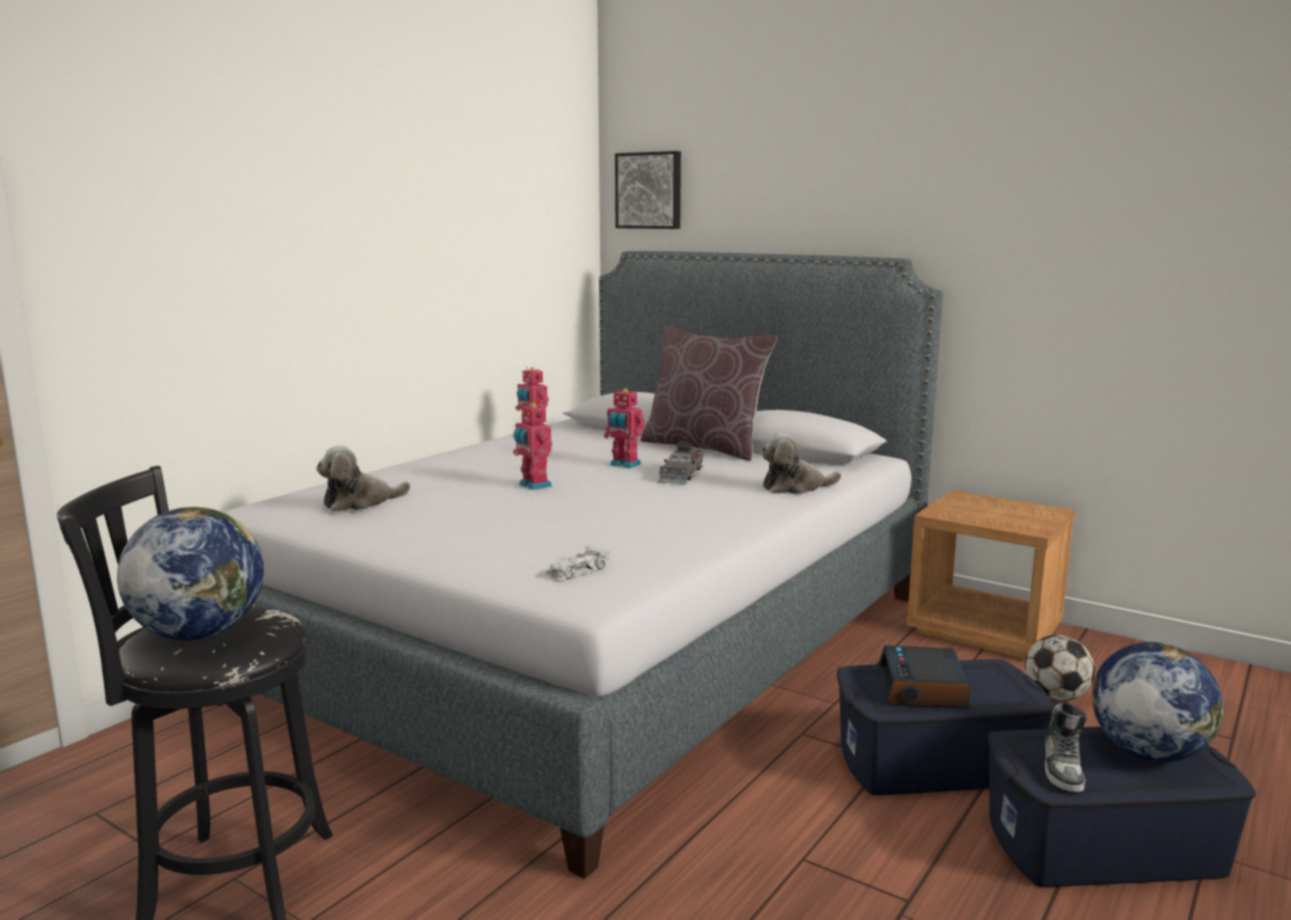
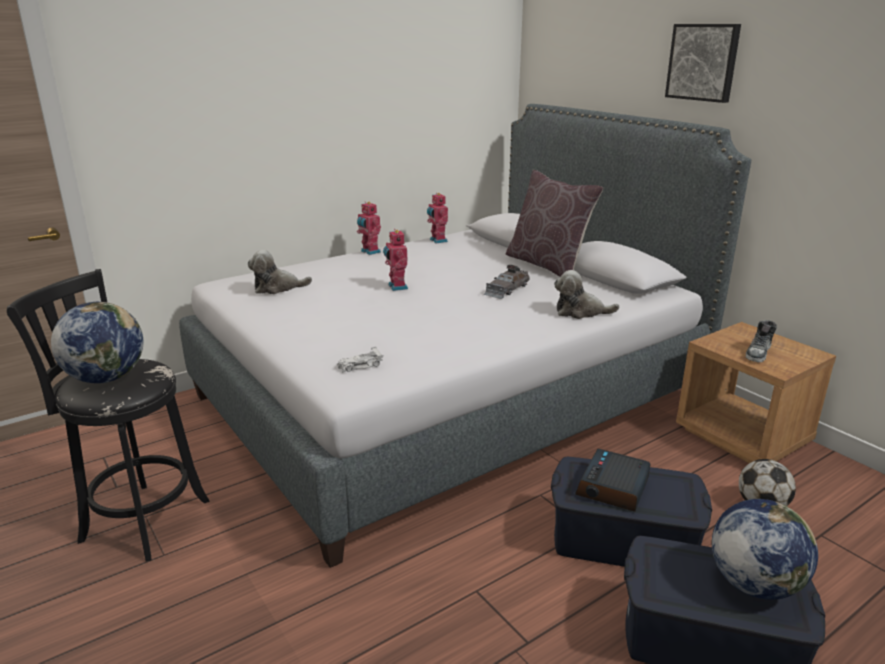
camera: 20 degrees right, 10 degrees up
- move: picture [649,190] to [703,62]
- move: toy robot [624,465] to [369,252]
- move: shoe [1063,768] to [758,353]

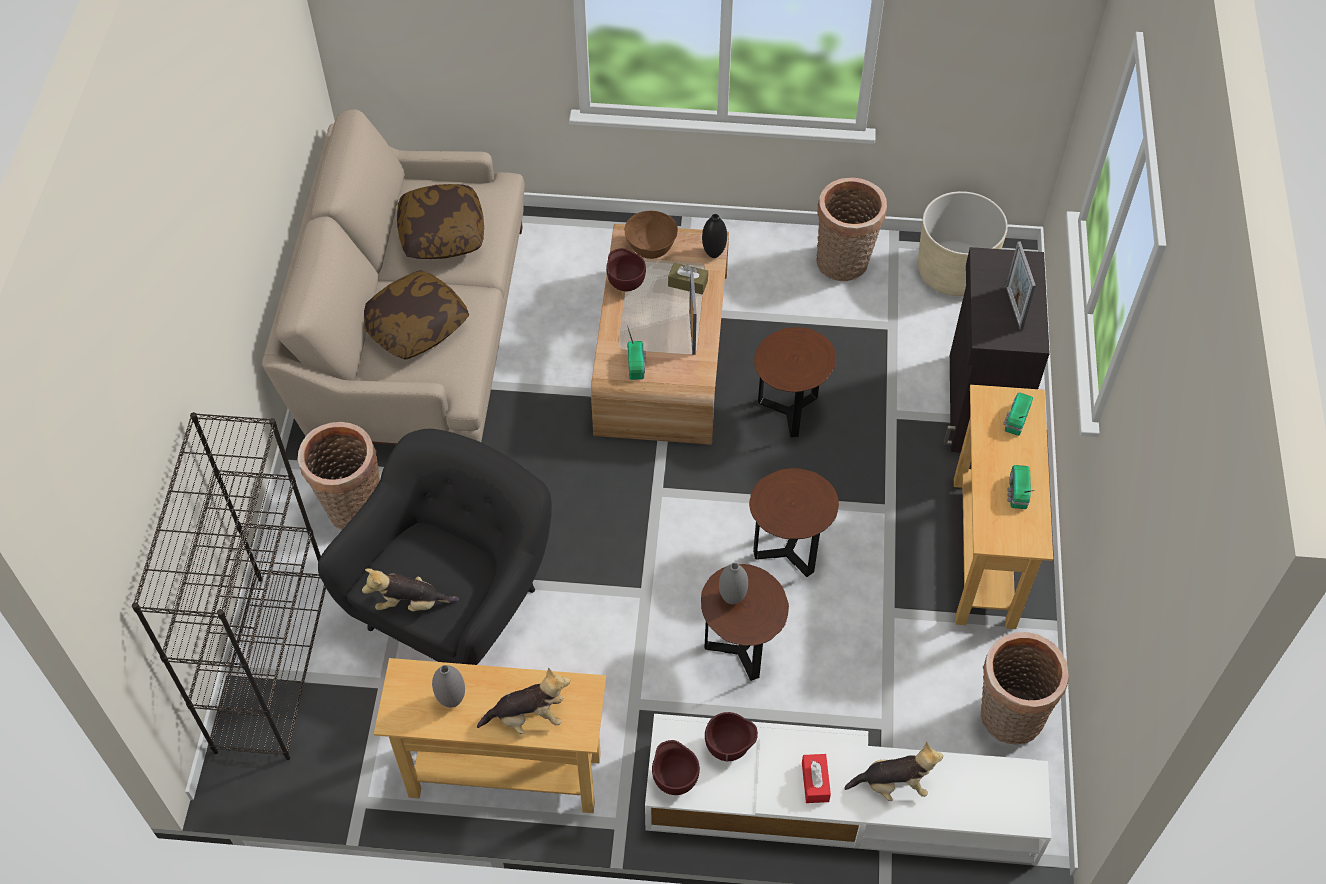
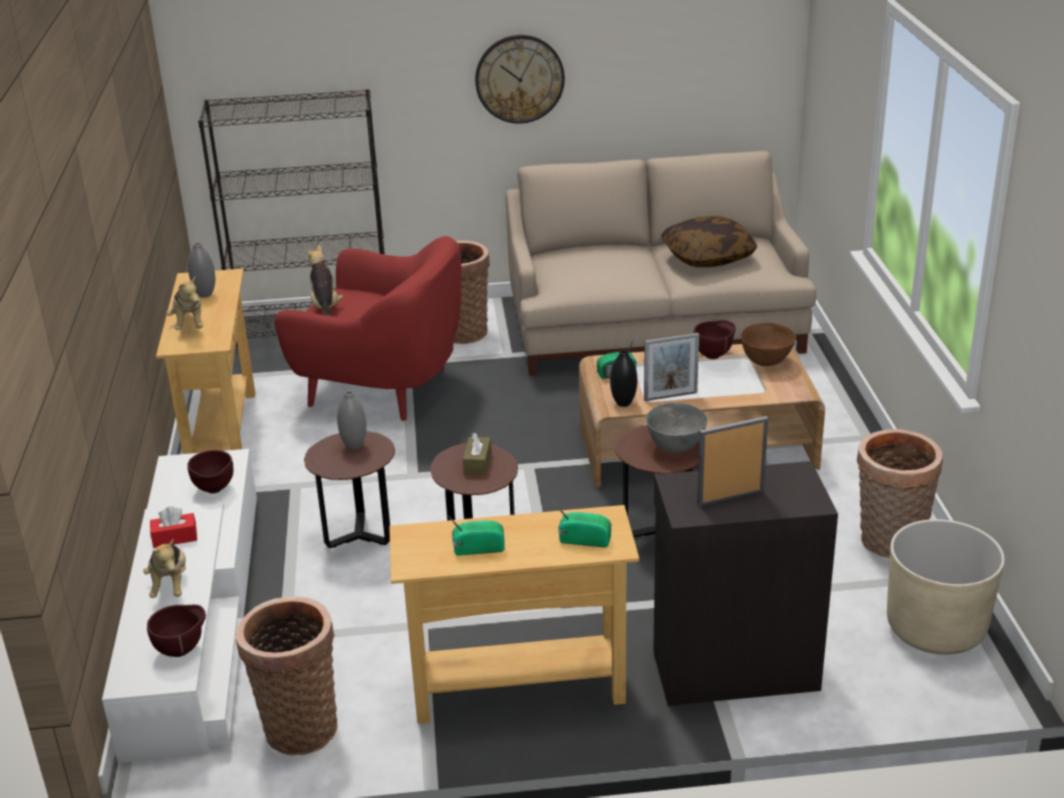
camera: 80 degrees right, 25 degrees down
- move: vase/black [713,253] to [623,403]
- move: tissue box/brown [688,283] to [477,463]
- delete: pillow [415,326]
- recolor: armchair/black [455,603] to armchair/red [382,387]
- move: bowl/brown [674,778] to [182,650]
- insert: wall clock [519,79]
- insert: bowl/grey [675,447]

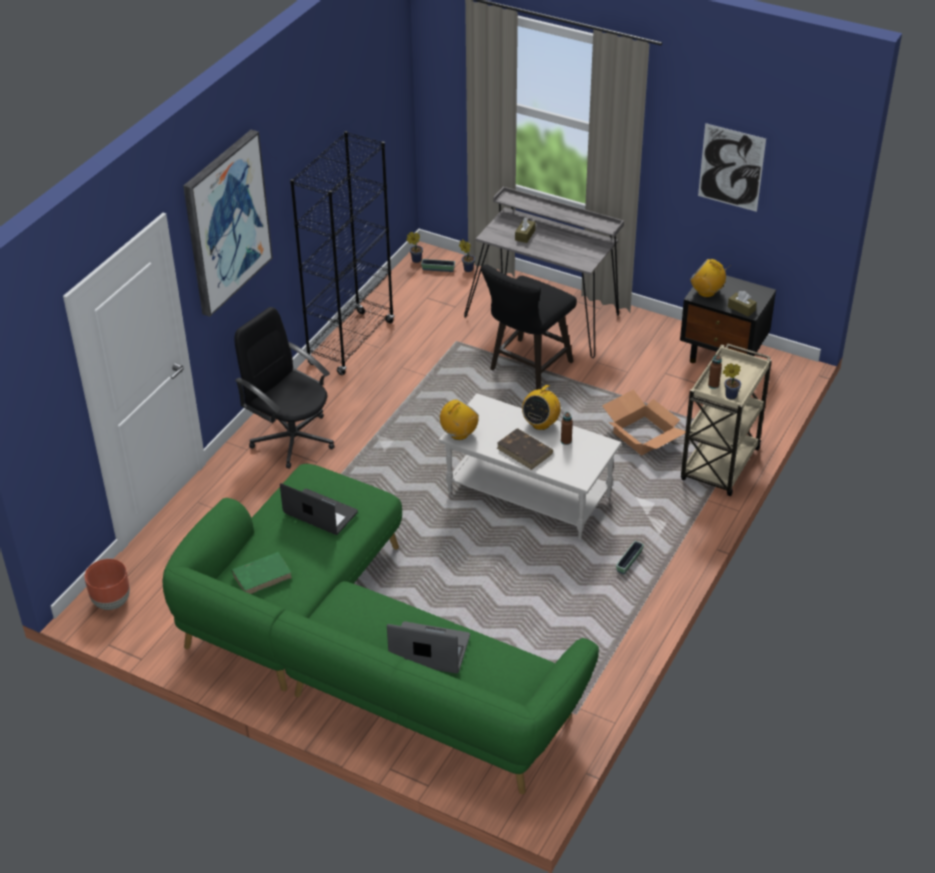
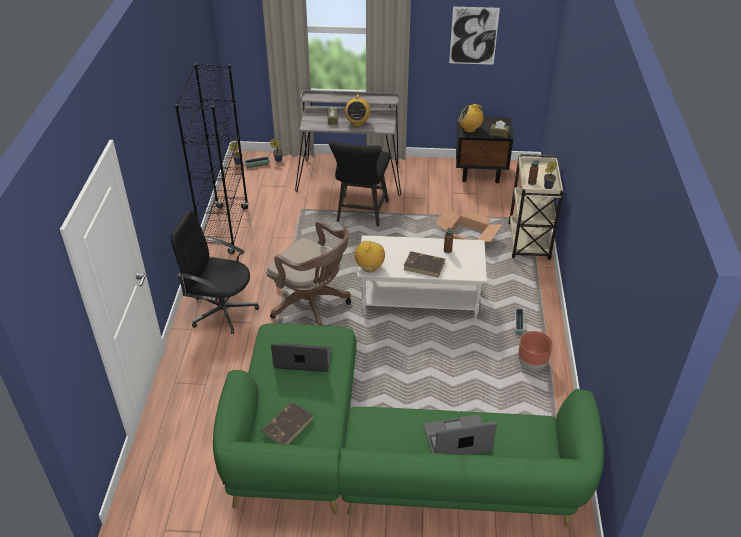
camera: 25 degrees left, 0 degrees up
- delete: picture [226,222]
- move: radio [540,423] to [357,122]
- recolor: book/green [262,575] to book/brown [288,425]
- move: planter/brown [111,602] to [532,364]
- insert: office chair/brown [312,304]

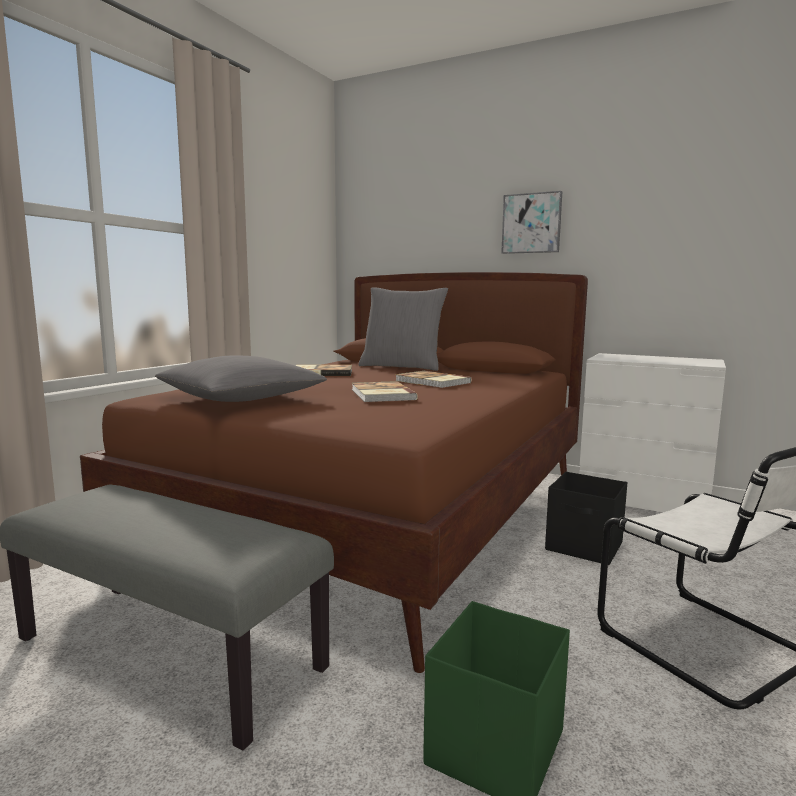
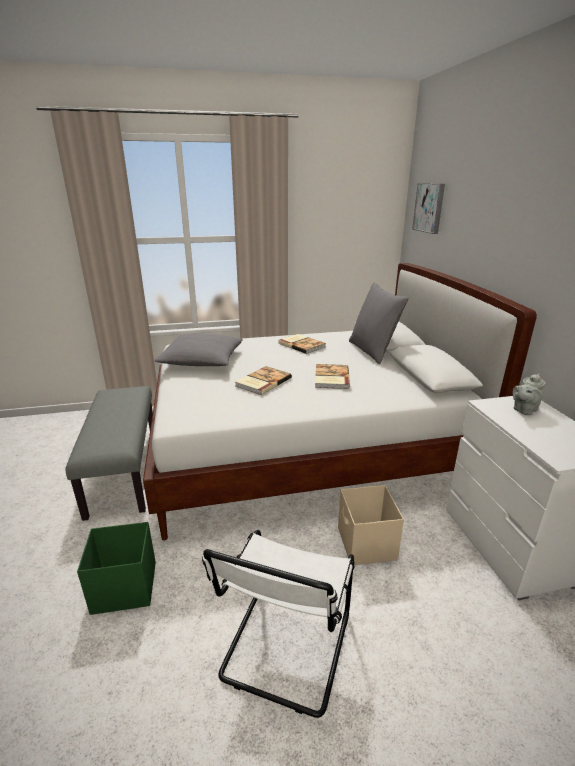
camera: 50 degrees right, 15 degrees up
- move: picture [531,223] to [429,208]
- recolor: bed/brown [380,513] to bed/white [305,448]
- recolor: storage box/black [585,547] to storage box/beige [366,544]
- insert: teapot/grey [523,410]

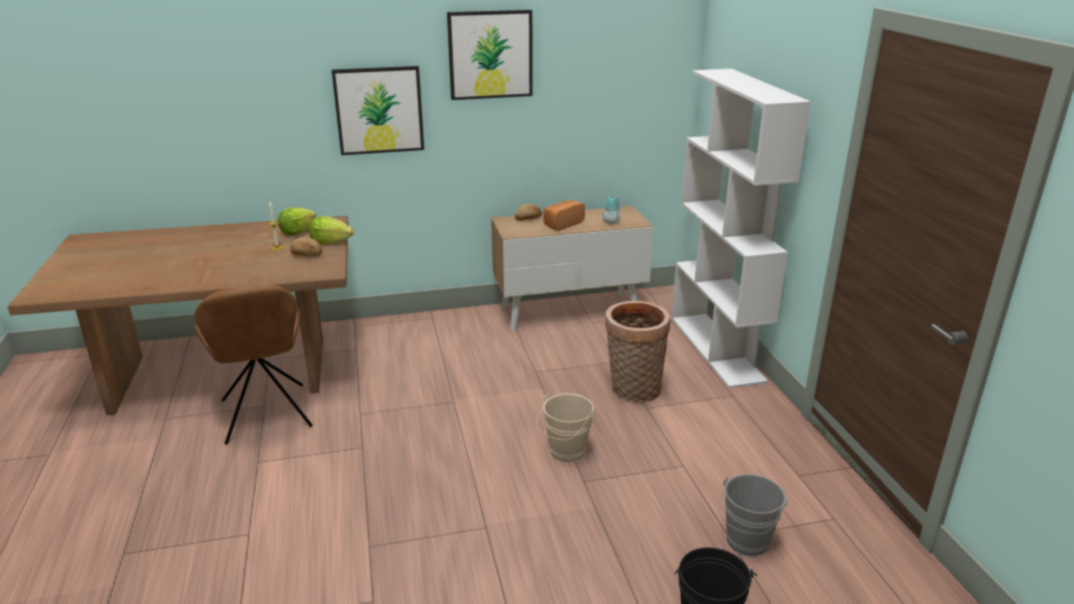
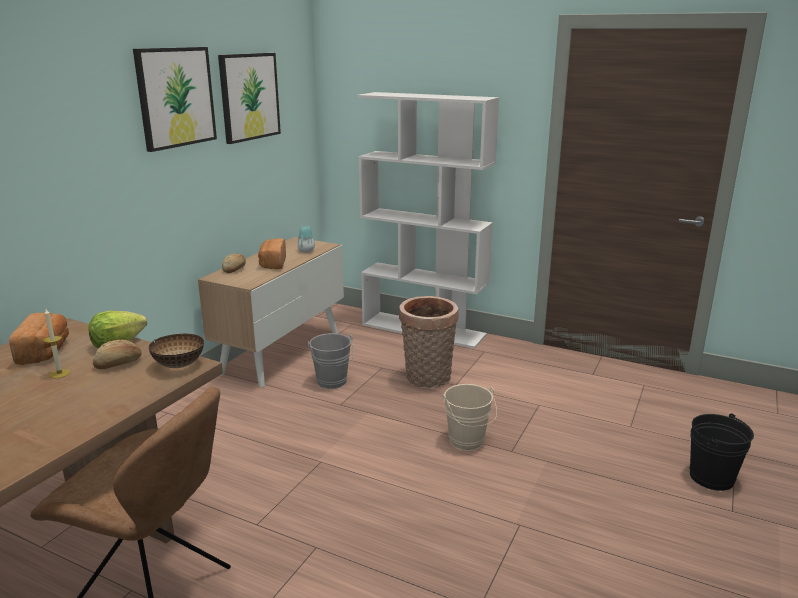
camera: 50 degrees left, 5 degrees down
- move: picture [379,110] to [249,97]
- replace: lettuce [297,232] to bread [45,352]
- move: bucket/grey [745,544] to [332,383]
- insert: bowl [180,365]

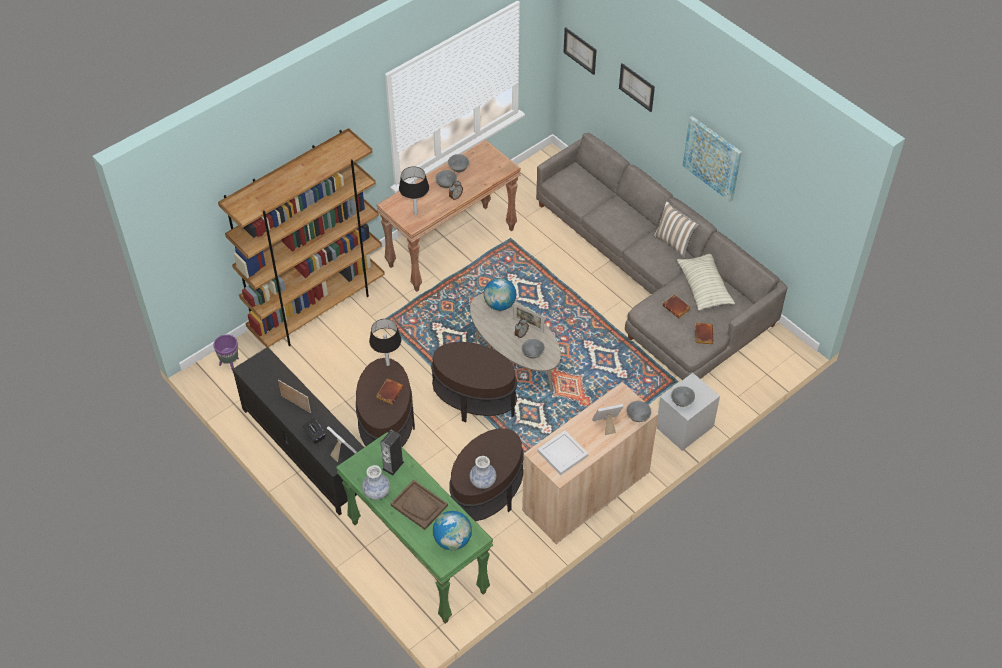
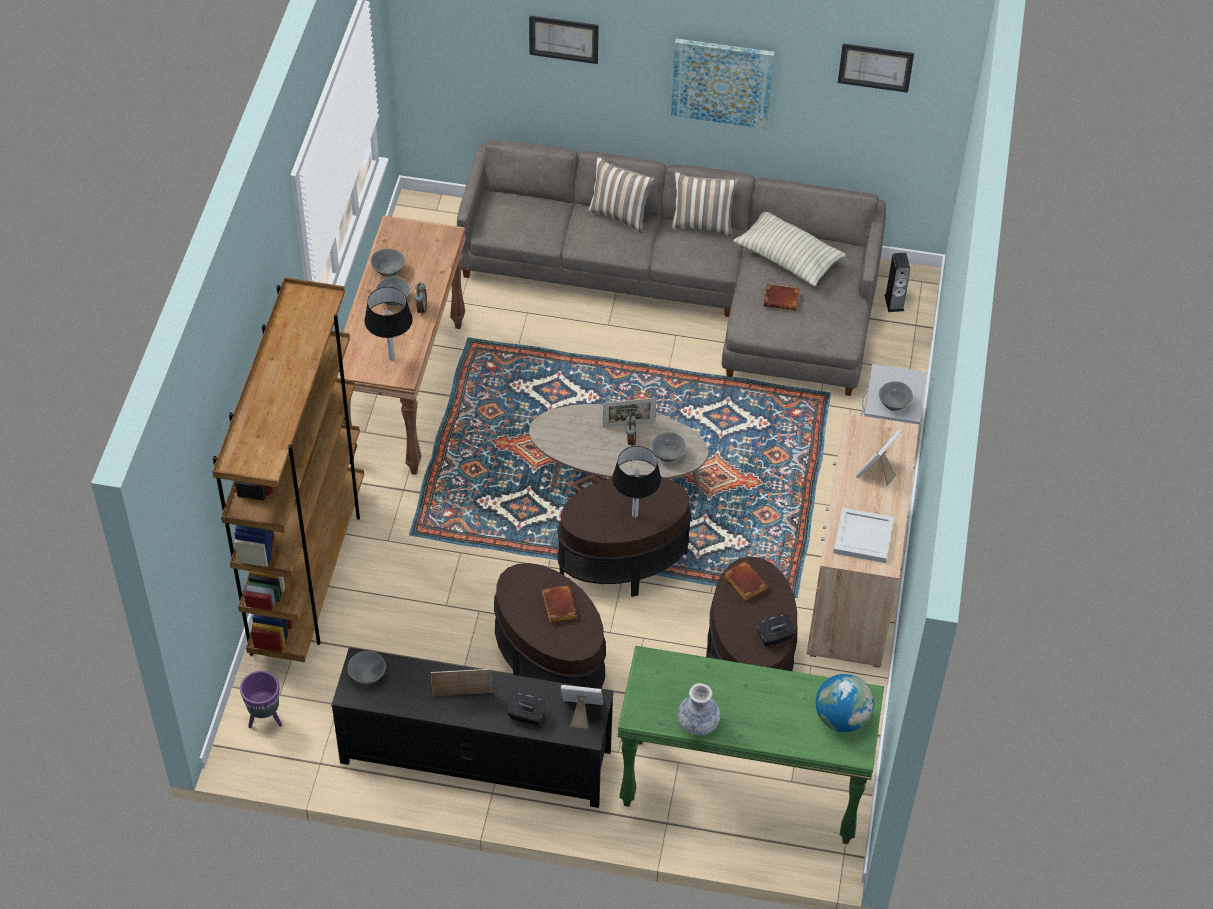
camera: 40 degrees left, 0 degrees up
- move: picture [580,50] to [875,67]
- delete: globe [500,304]
- move: table lamp/black [388,364] to [635,515]
- move: book/brown [702,334] to [743,583]
- move: bowl/grey [638,418] to [368,677]
- move: speaker [393,465] to [894,302]
- replace: vase [483,481] to tissue box/black [775,637]
- delete: tray/brown [419,505]
- insert: pillow [620,215]

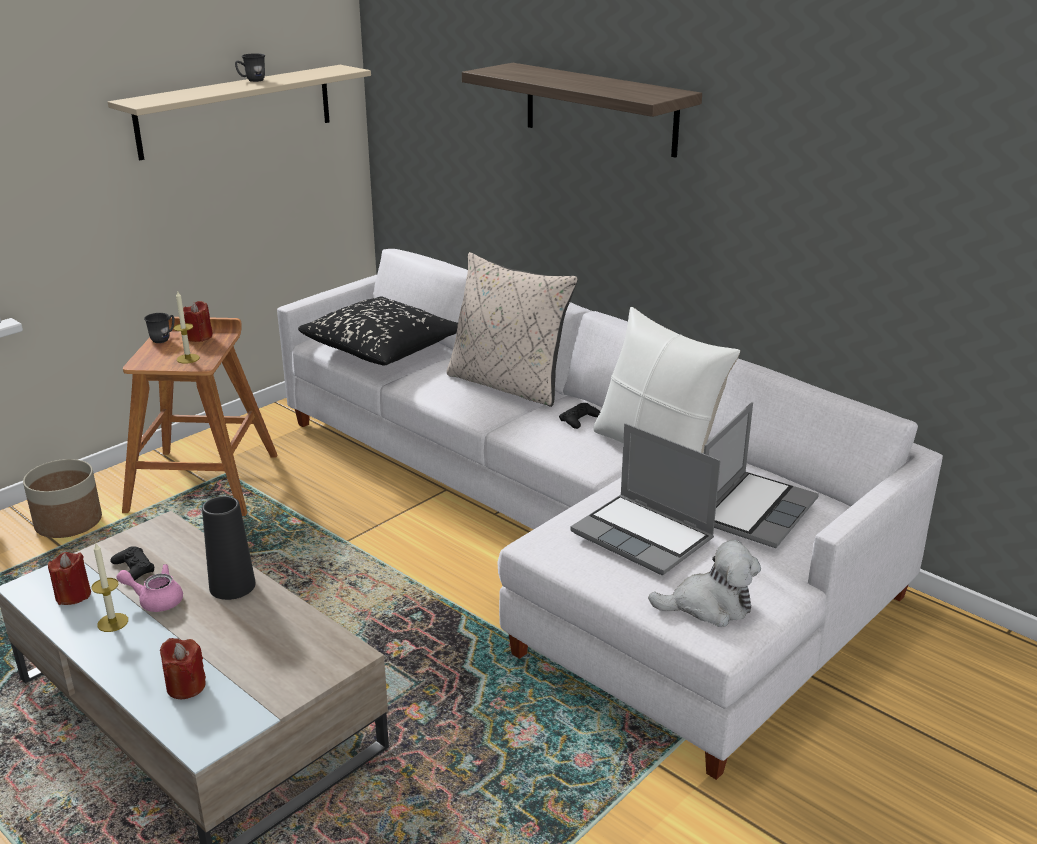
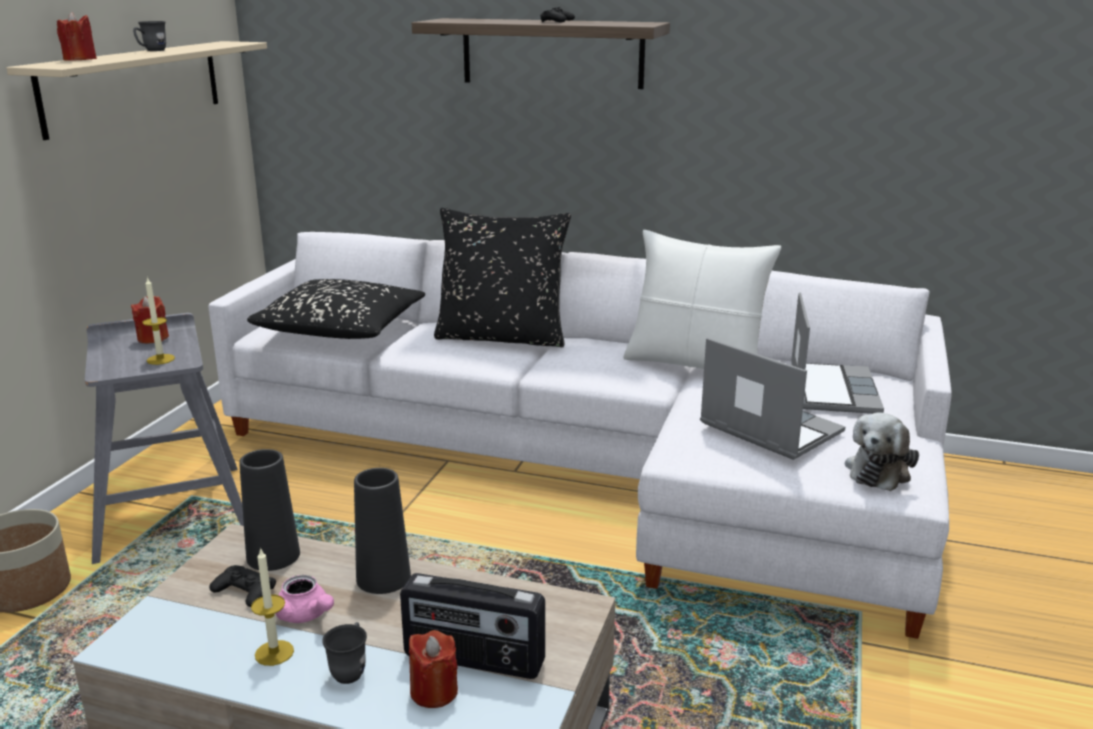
camera: 25 degrees left, 5 degrees down
- recolor: pillow/beige [508,385] to pillow/black [502,337]
- move: mug/grey [163,338] to [350,669]
- recolor: stool/brown [204,481] to stool/grey [171,510]
- move: game controller/black [579,420] to [557,21]
- rotate: laptop [644,536] = [767,429] 150 degrees counterclockwise
- rotate: plush toy [709,606] = [879,470] 150 degrees clockwise
- move: candle/red [73,595] to [80,59]
- rotate: teapot/pink [156,600] = [306,615] 120 degrees counterclockwise
- insert: vase/black [273,556]
- insert: radio [473,660]

